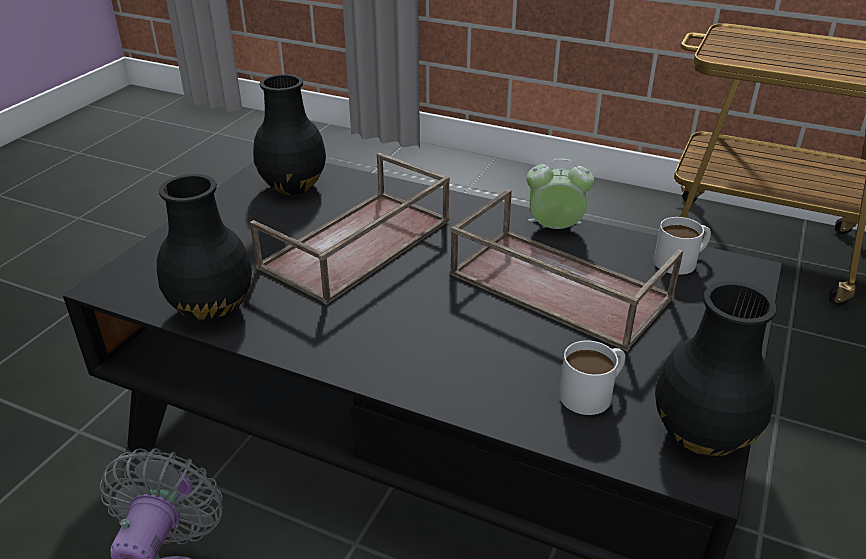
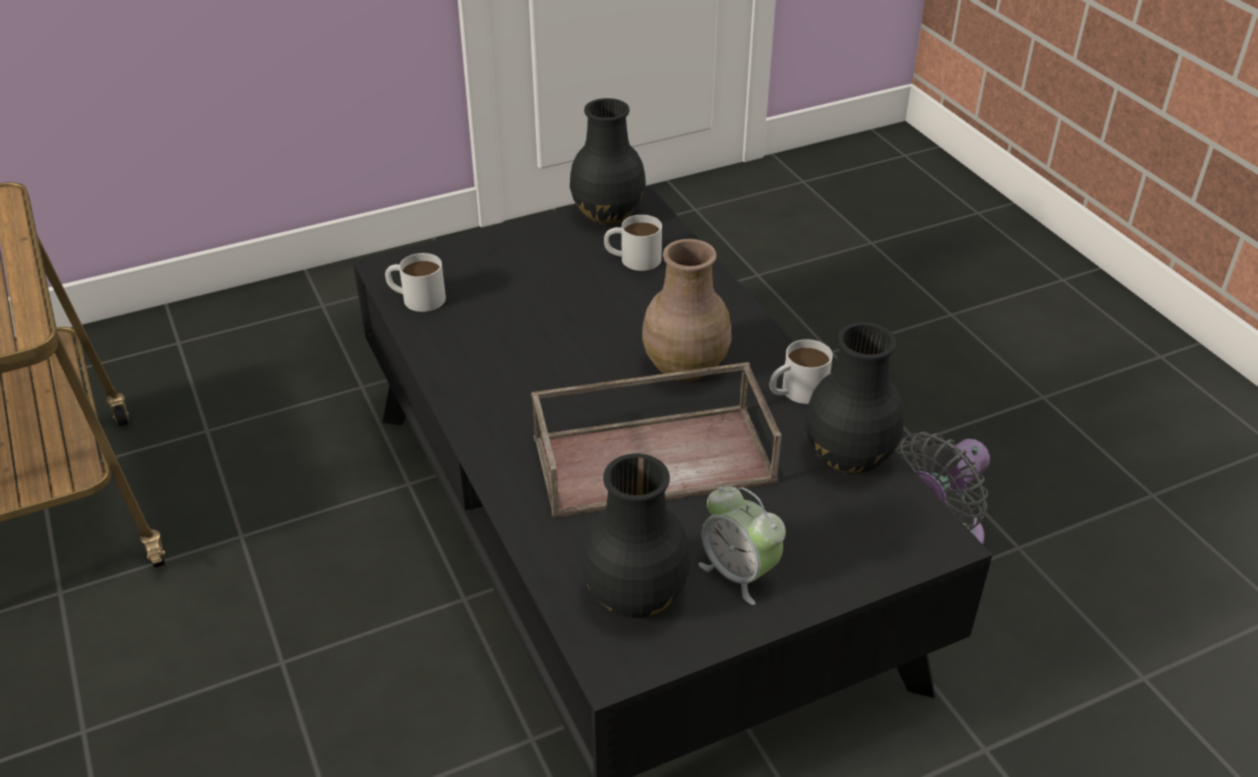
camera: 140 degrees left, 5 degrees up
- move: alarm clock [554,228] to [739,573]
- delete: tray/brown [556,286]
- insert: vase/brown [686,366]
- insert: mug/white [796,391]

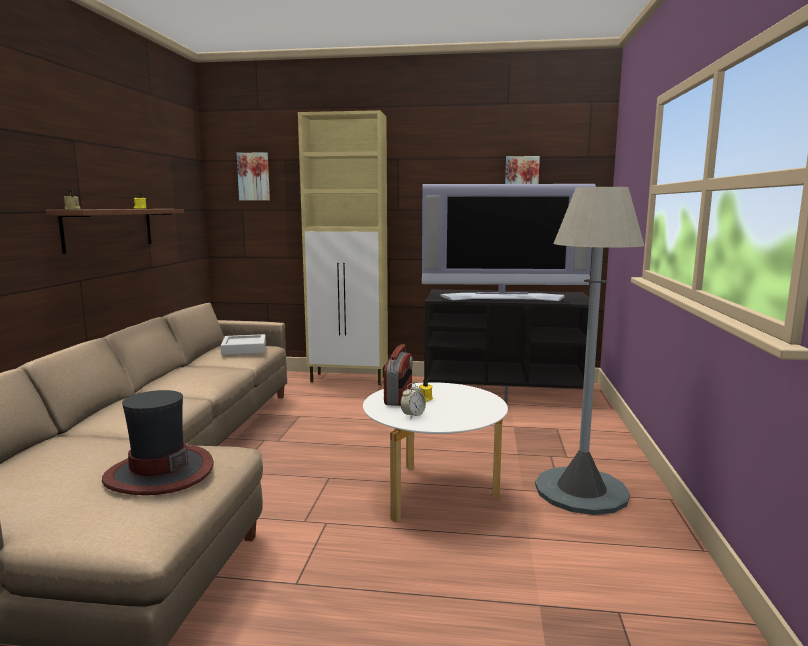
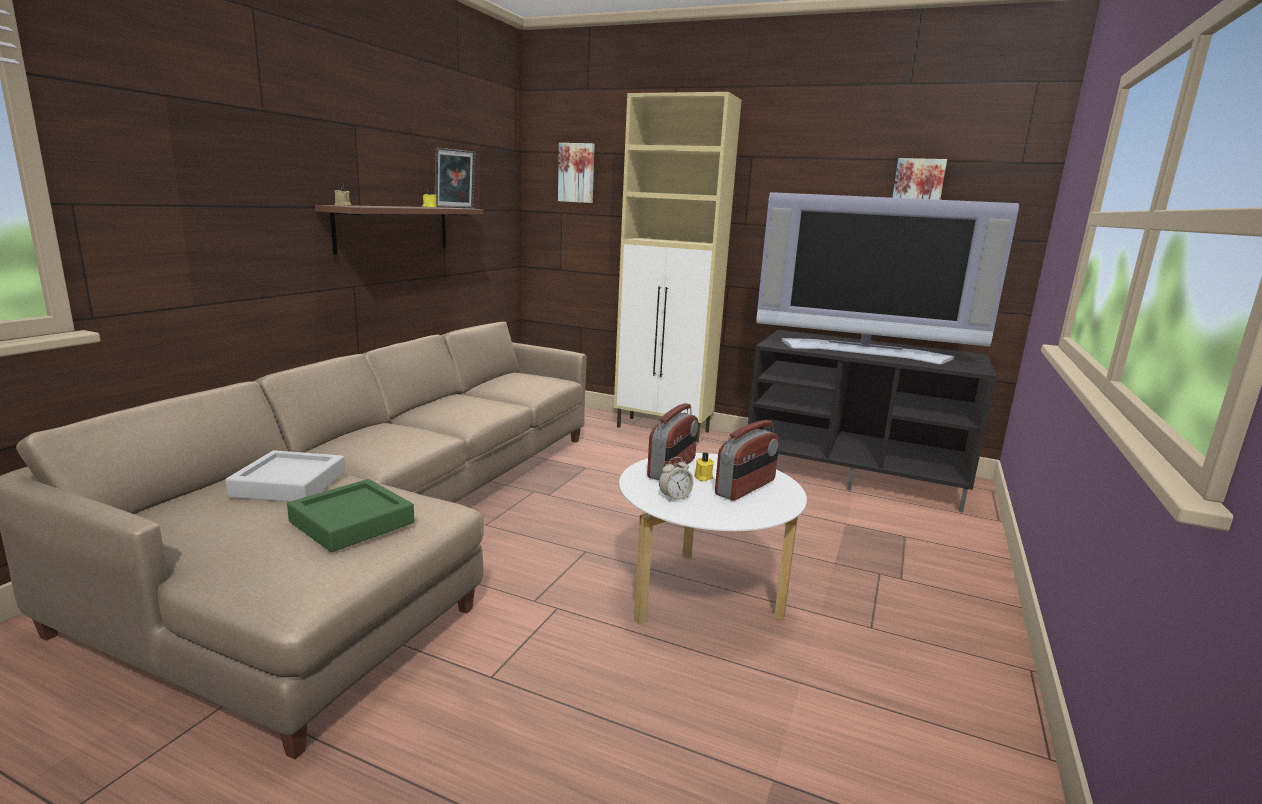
camera: 15 degrees right, 5 degrees up
- delete: floor lamp/grey [581,491]
- move: tray/grey [244,349] to [289,484]
- replace: hat [159,472] to tray/green [352,522]
- insert: picture frame [455,207]
- insert: radio [746,488]

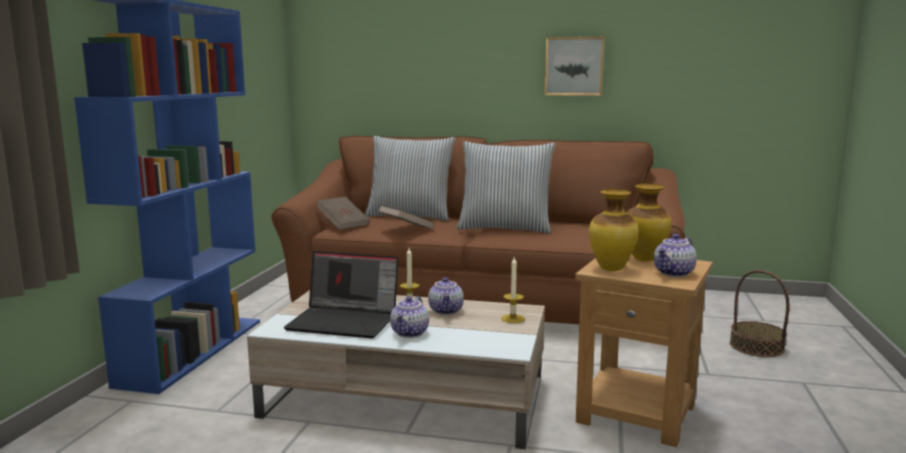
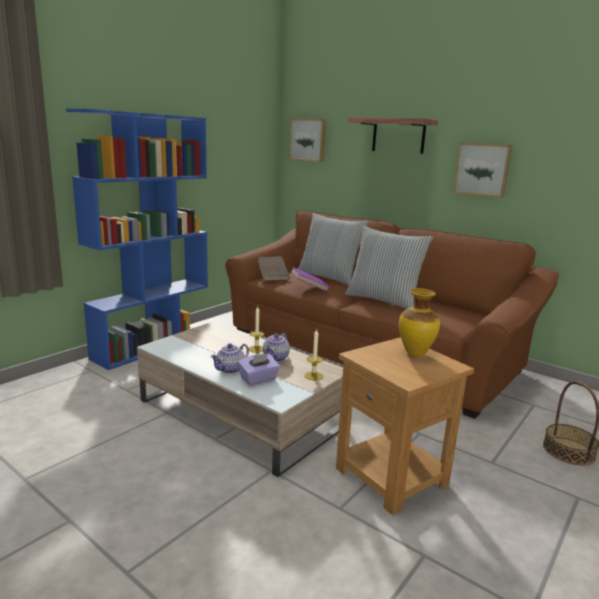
camera: 25 degrees right, 5 degrees up
- delete: vase [612,269]
- recolor: book/brown [406,229] to book/purple [309,288]
- delete: teapot [674,273]
- delete: laptop [345,321]
- insert: shelf [398,136]
- insert: picture [308,140]
- insert: tissue box/purple [258,379]

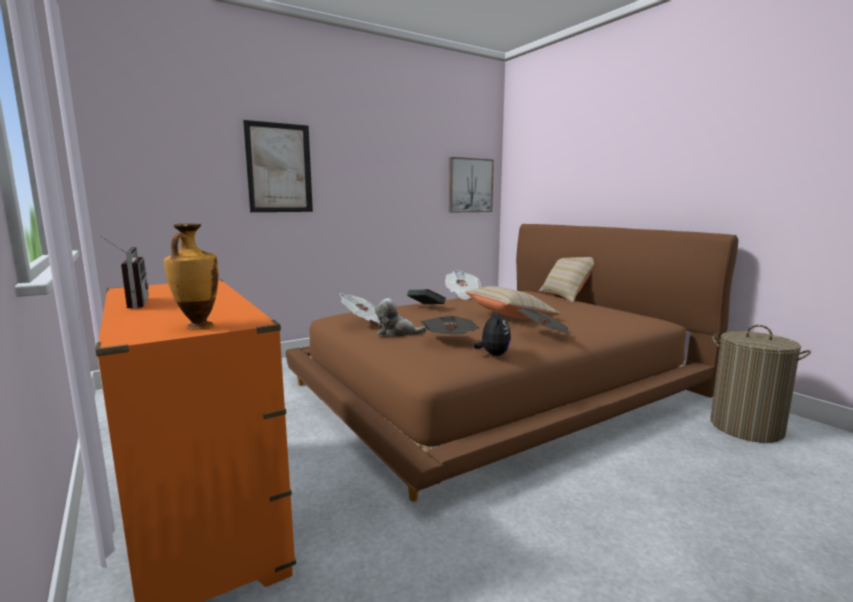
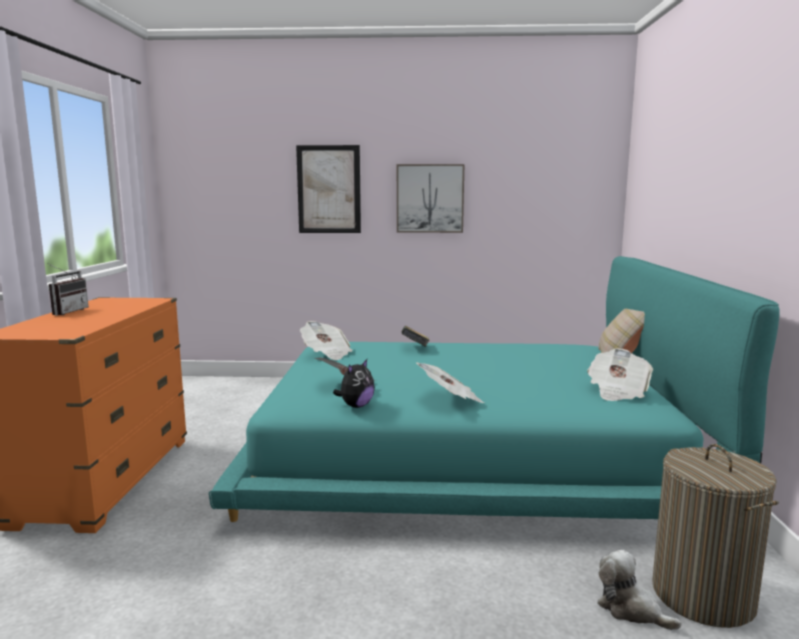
camera: 35 degrees right, 0 degrees up
- move: picture [470,185] to [430,198]
- delete: vase [198,326]
- recolor: bed/brown [496,387] to bed/turquoise [468,454]
- move: newspaper [463,295] to [617,391]
- delete: pillow/beige [510,317]
- move: plush toy [397,333] to [631,609]

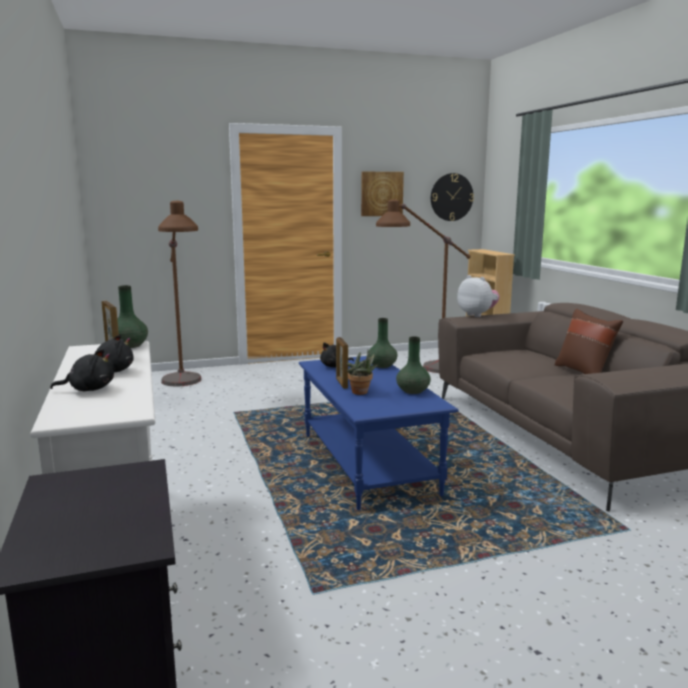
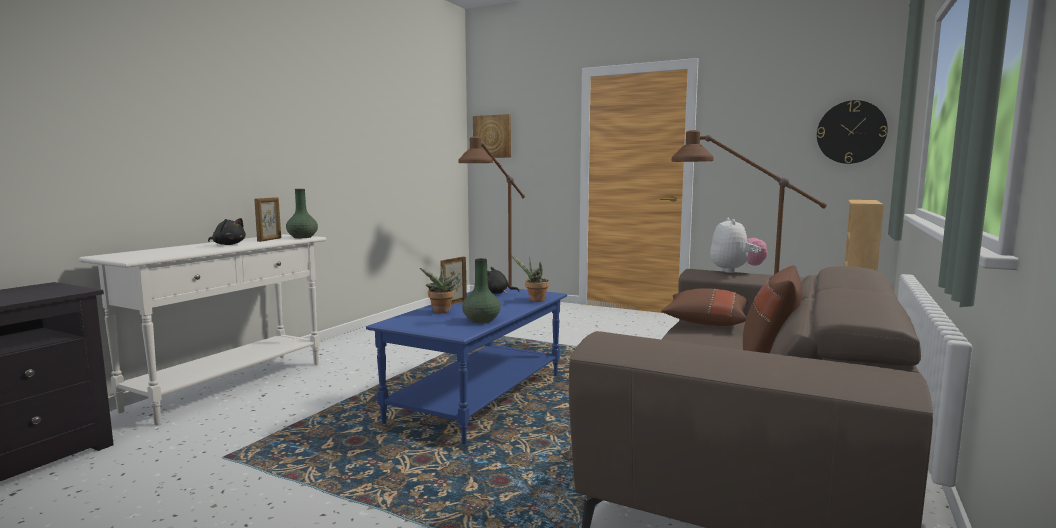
camera: 45 degrees right, 5 degrees down
- move: picture [381,194] to [492,136]
- replace: vase/green [382,365] to potted plant [534,300]
- delete: plush toy/black [89,389]
- insert: pillow/brown [705,322]

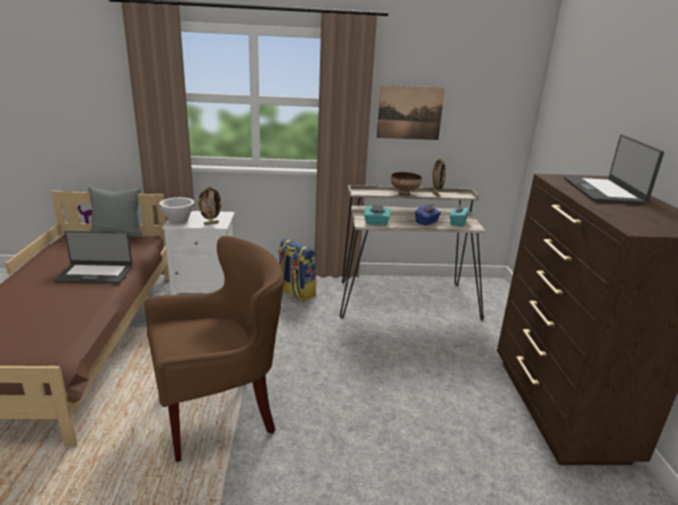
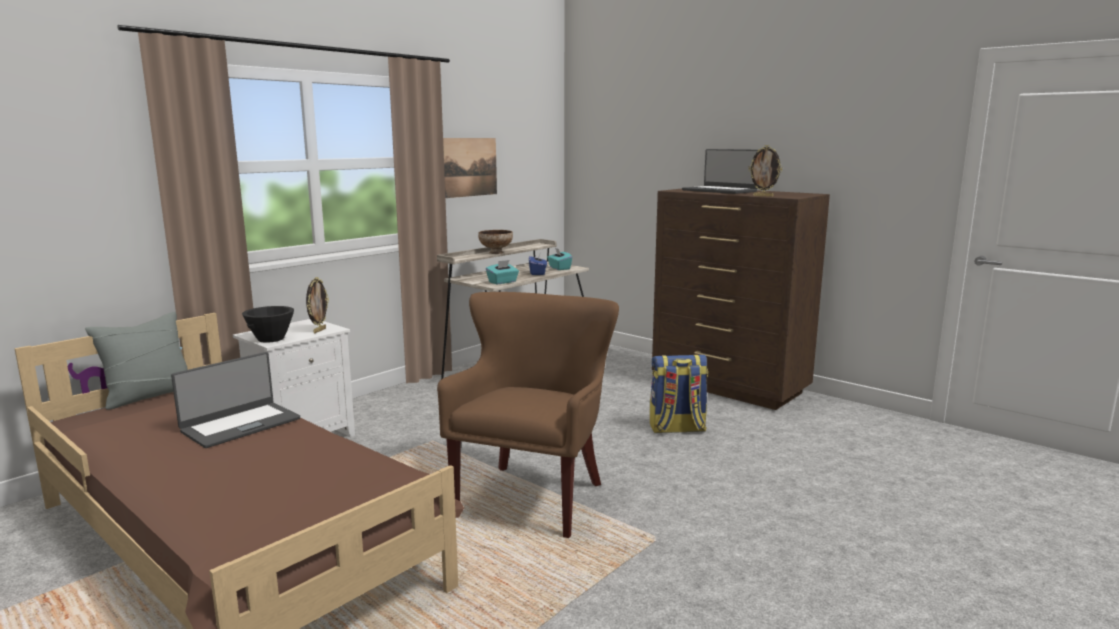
camera: 45 degrees left, 10 degrees down
- move: picture frame [436,195] to [763,196]
- recolor: bowl/white [178,220] to bowl/black [270,339]
- move: backpack [295,293] to [676,429]

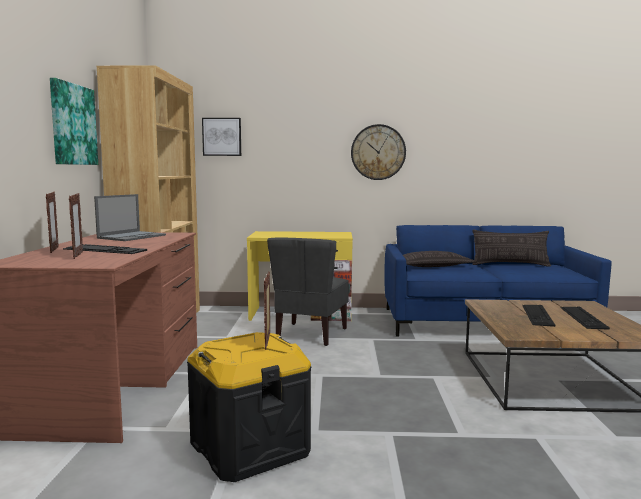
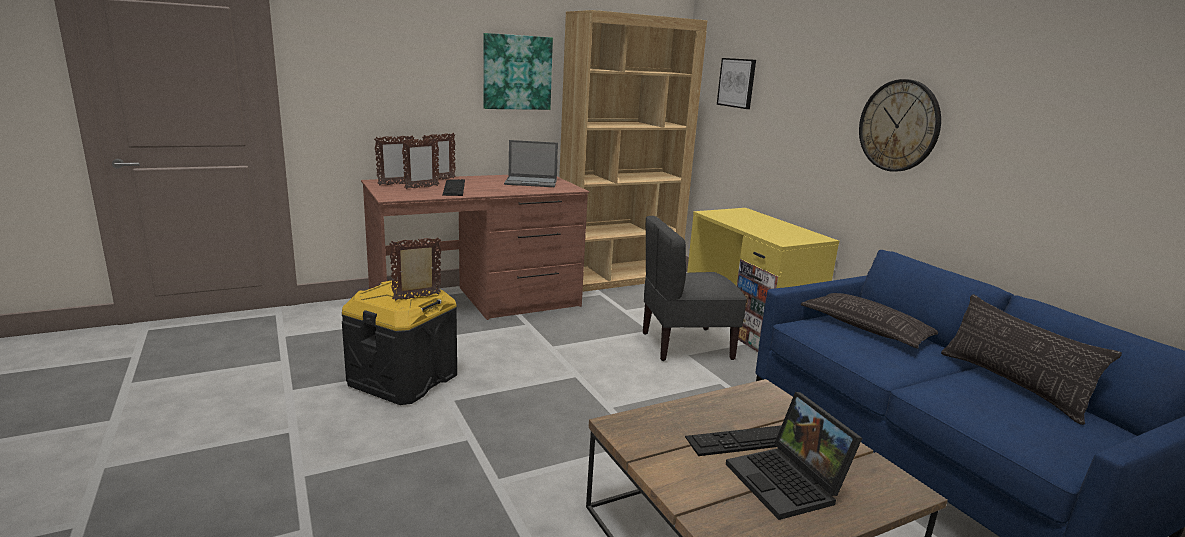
camera: 60 degrees right, 10 degrees up
- replace: keyboard [583,317] to laptop [788,483]
- insert: picture frame [396,184]

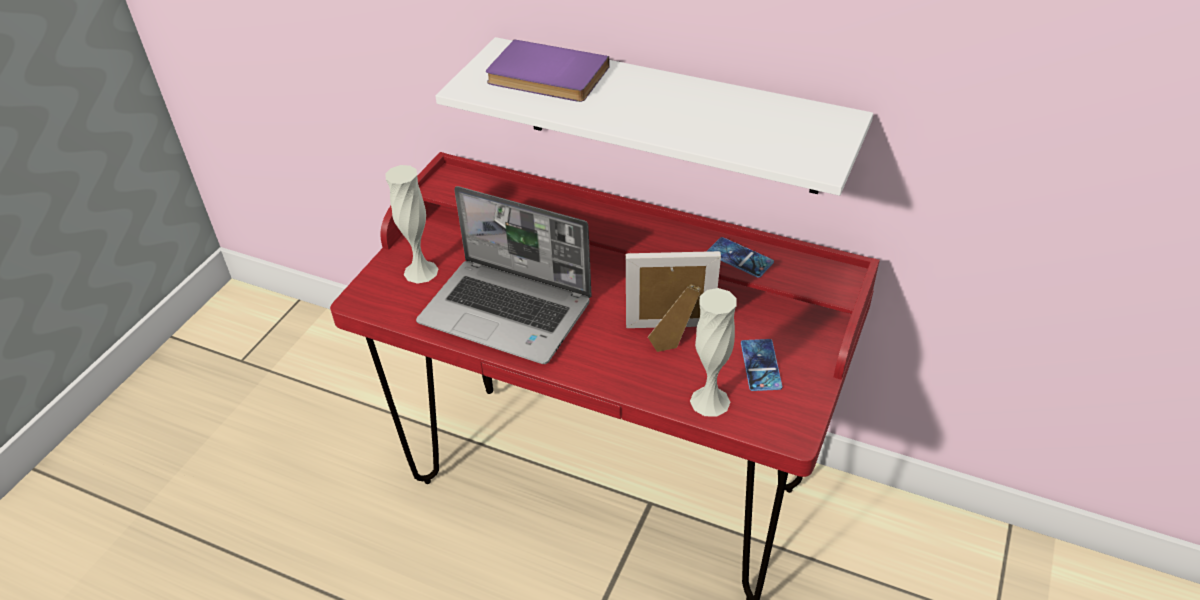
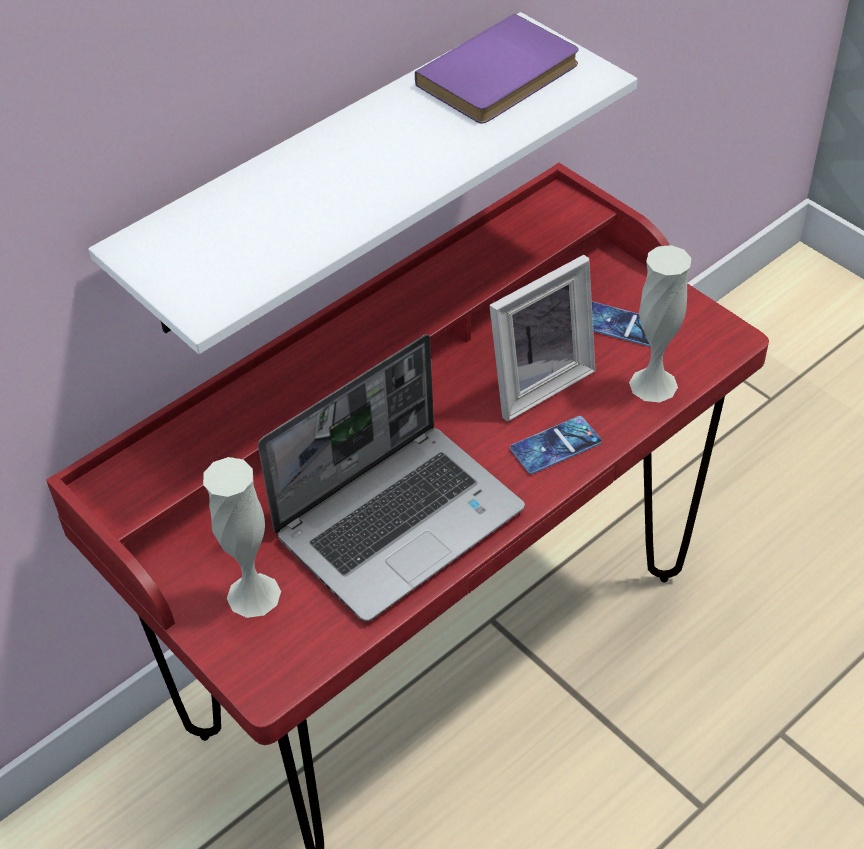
camera: 65 degrees left, 5 degrees up
- move: book/purple [546,77] to [502,76]
- move: phone [739,258] to [555,445]
- rotate: picture frame [670,337] = [536,382] 150 degrees counterclockwise

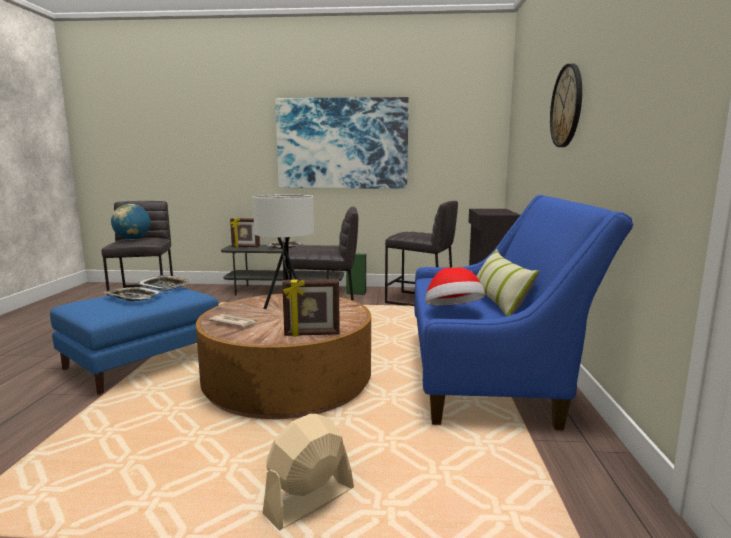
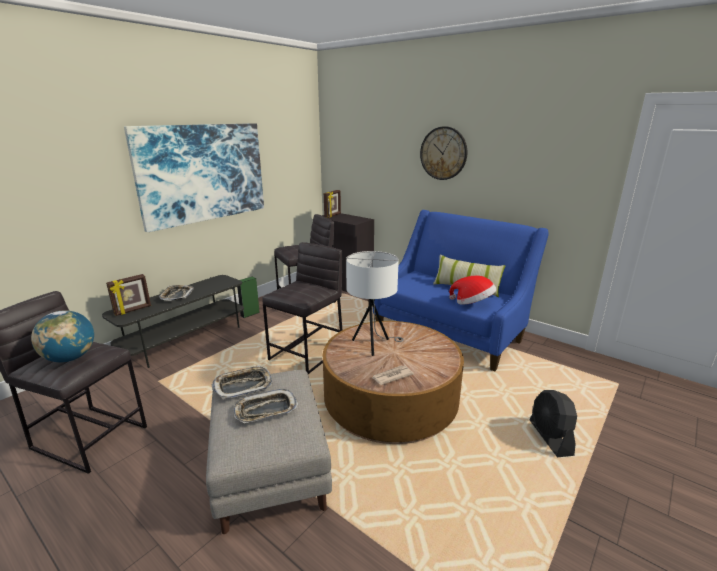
camera: 55 degrees left, 10 degrees up
- move: picture frame [312,334] to [333,215]
- recolor: ottoman/blue [144,361] to ottoman/grey [269,466]
- recolor: fan/beige [309,502] to fan/black [550,438]

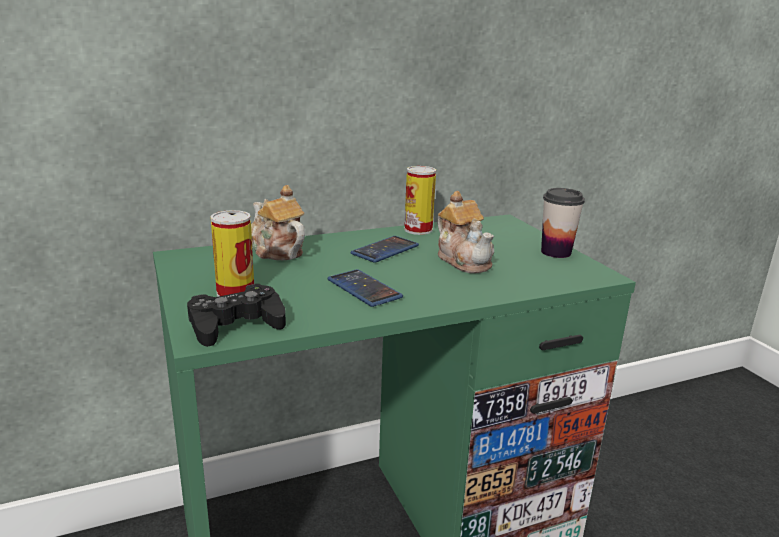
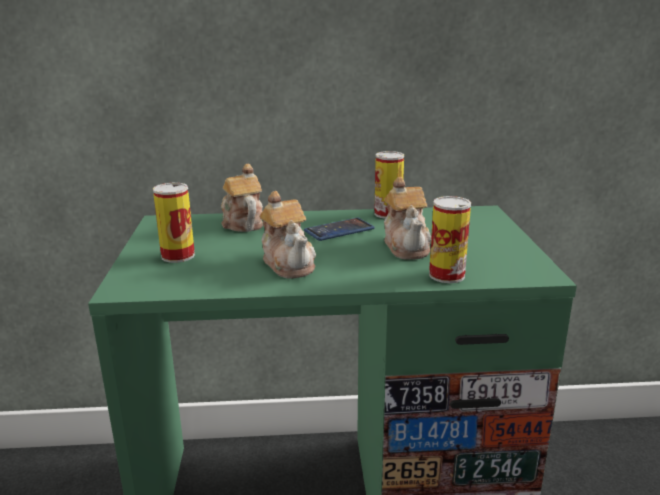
camera: 20 degrees right, 0 degrees up
- delete: cup [556,252]
- replace: phone [364,289] to teapot [289,263]
- delete: game controller/black [236,324]
- insert: can [447,275]

